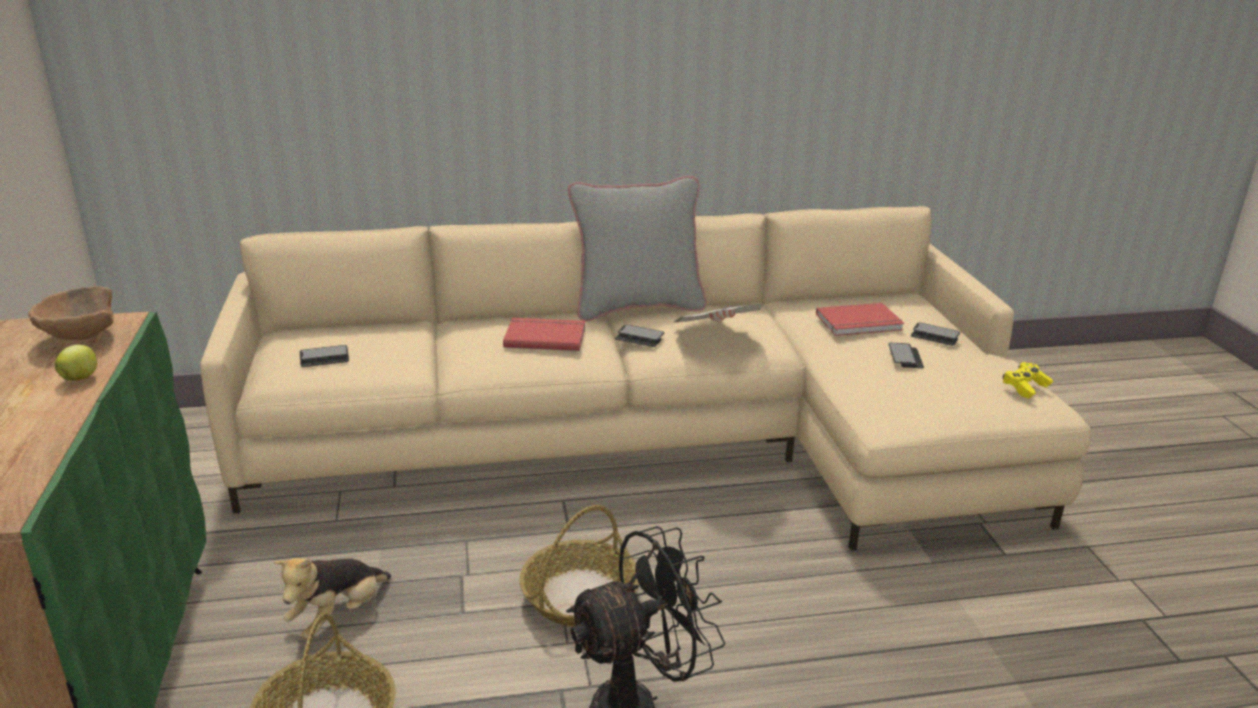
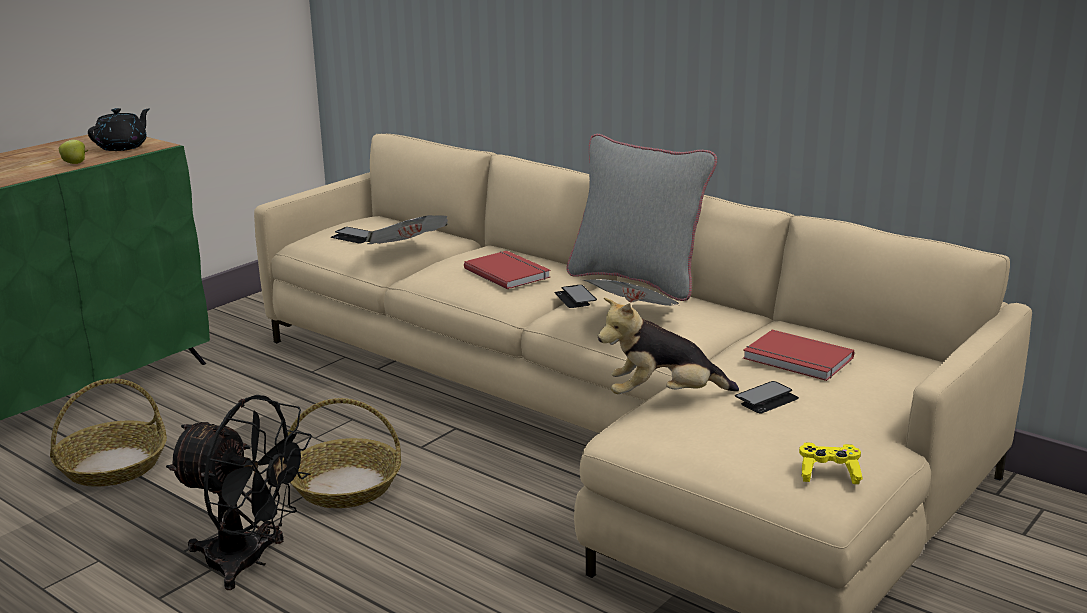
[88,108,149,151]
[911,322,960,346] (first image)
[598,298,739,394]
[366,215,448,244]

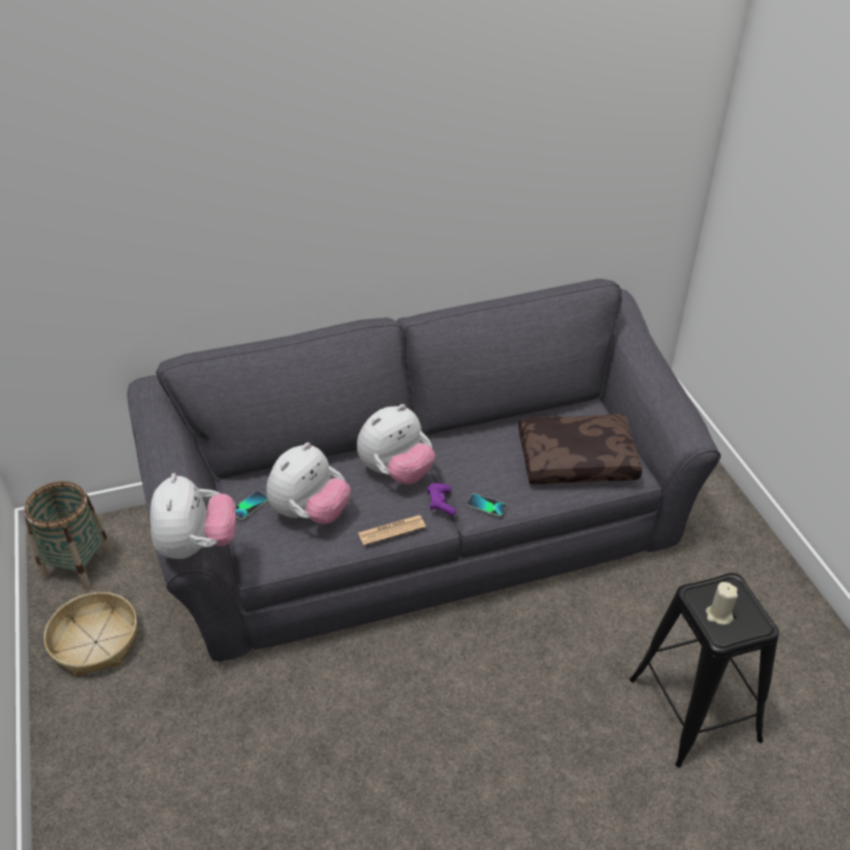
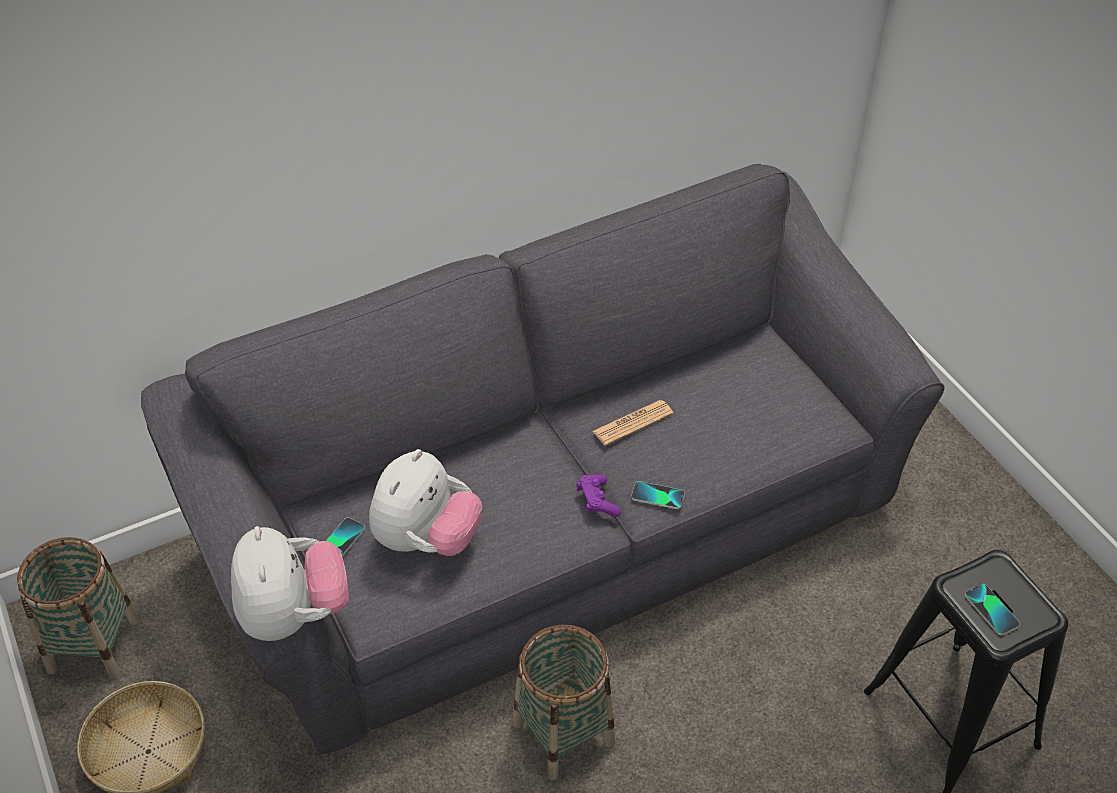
[357,404,435,484] (first image)
[518,414,642,485] (first image)
[593,400,673,446]
[965,584,1020,635]
[513,625,615,780]

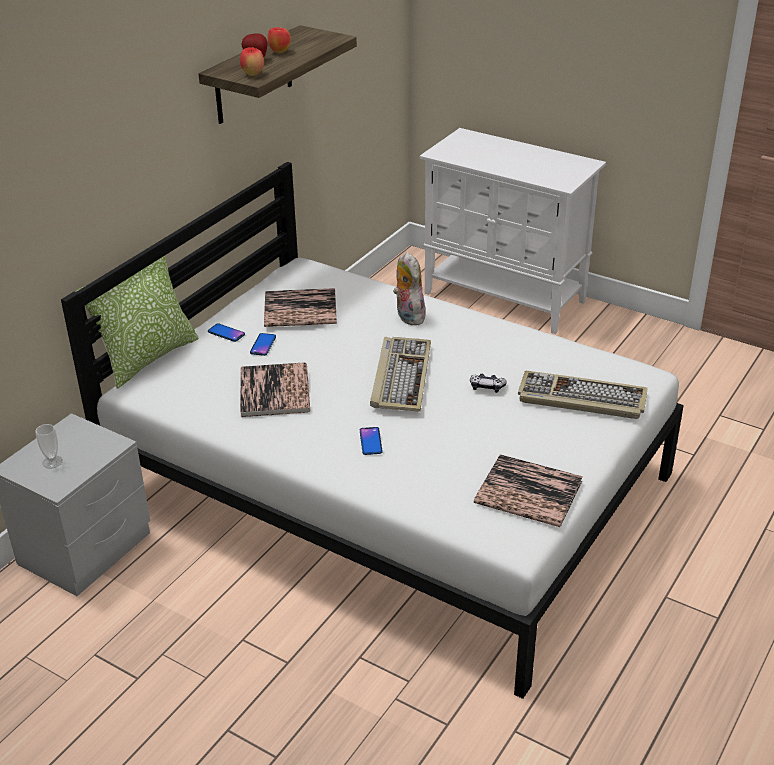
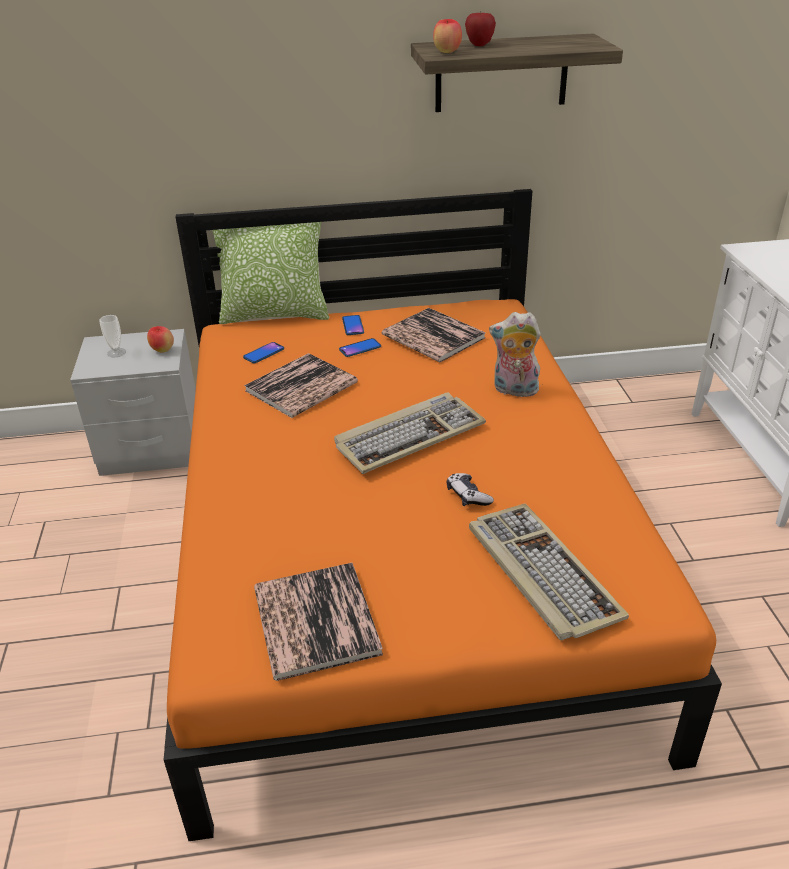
[147,326,174,353]
[164,189,722,841]
[489,312,541,397]
[243,342,284,363]

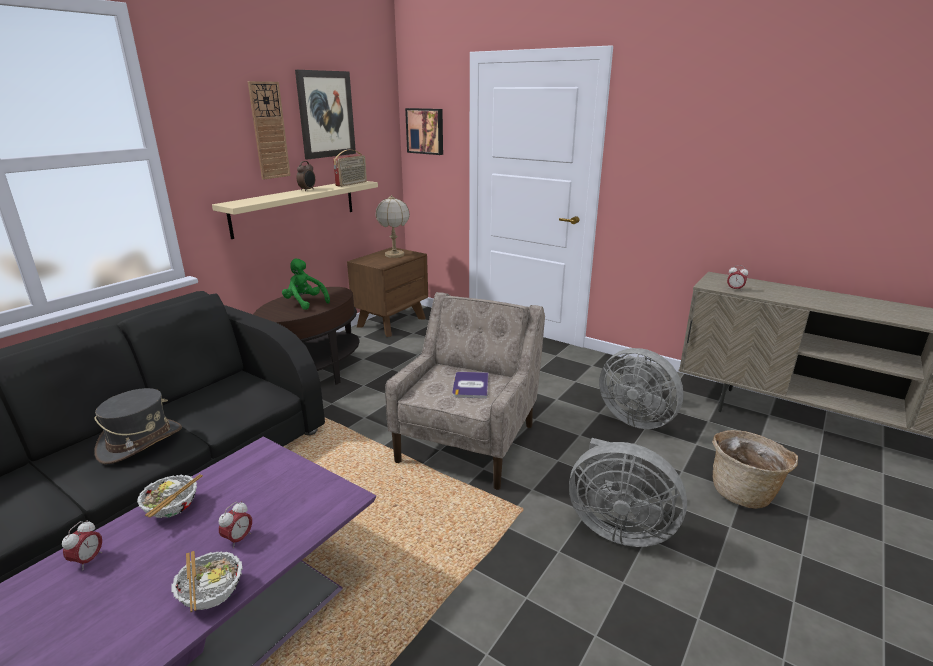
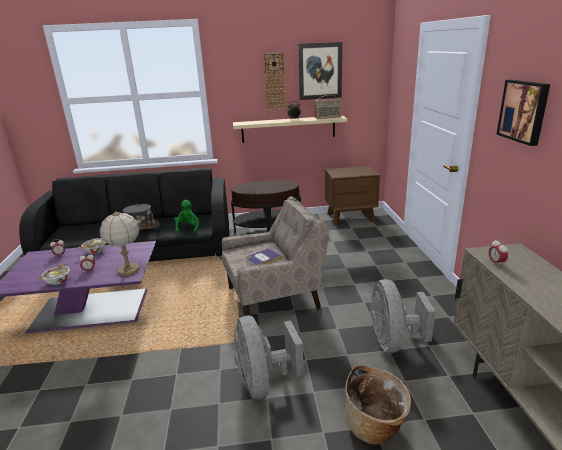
[497,79,550,146]
[100,211,139,276]
[174,200,199,234]

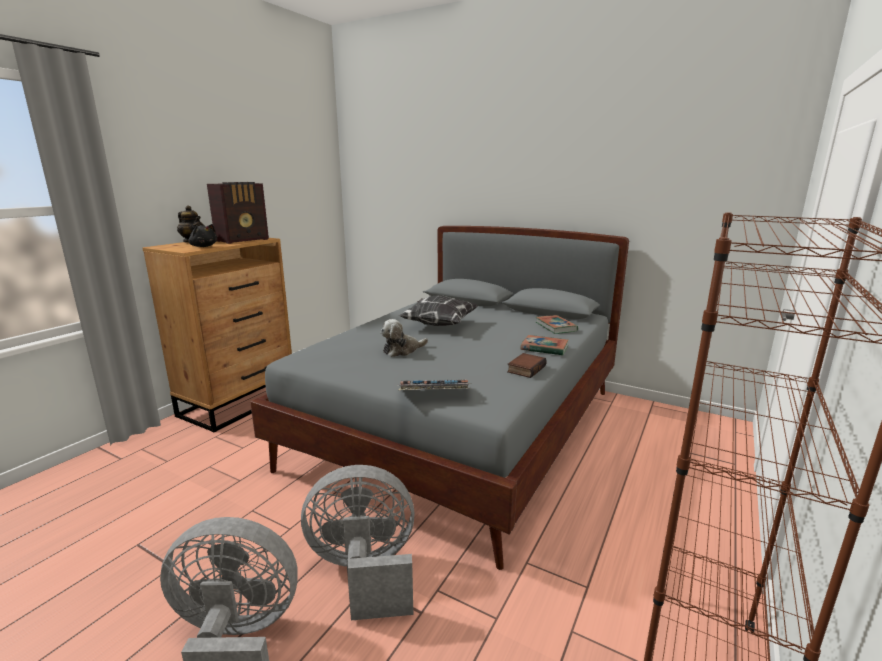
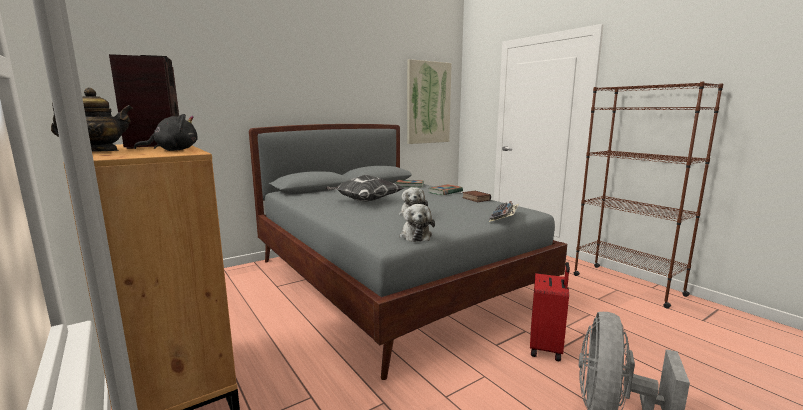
[530,262,570,361]
[407,59,452,144]
[400,204,435,242]

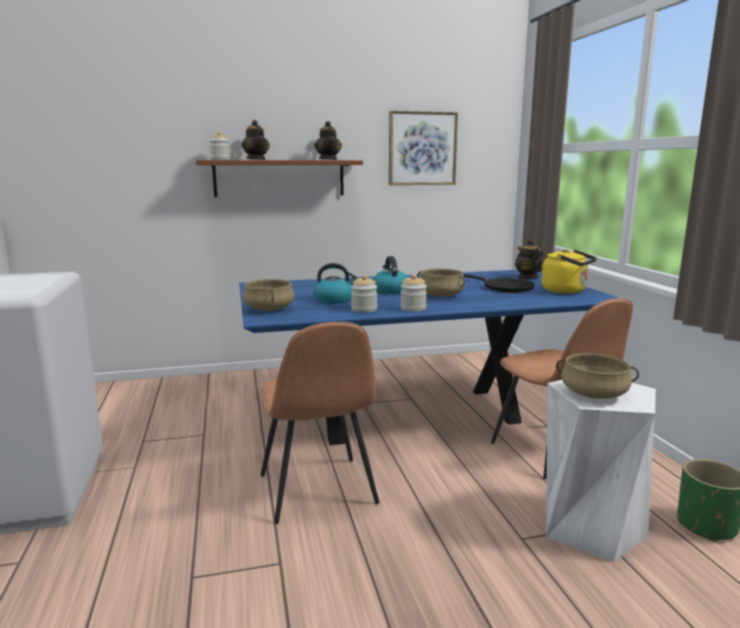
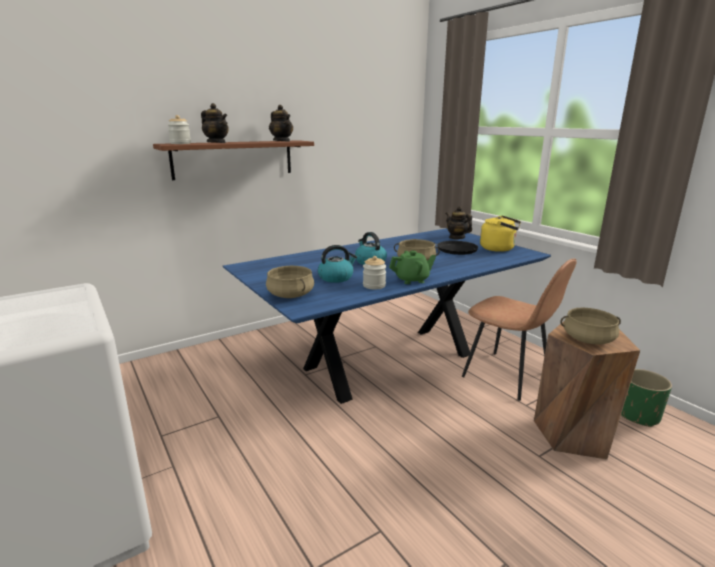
[389,111,458,185] (first image)
[389,251,436,284]
[261,322,379,524] (first image)
[534,321,640,460]

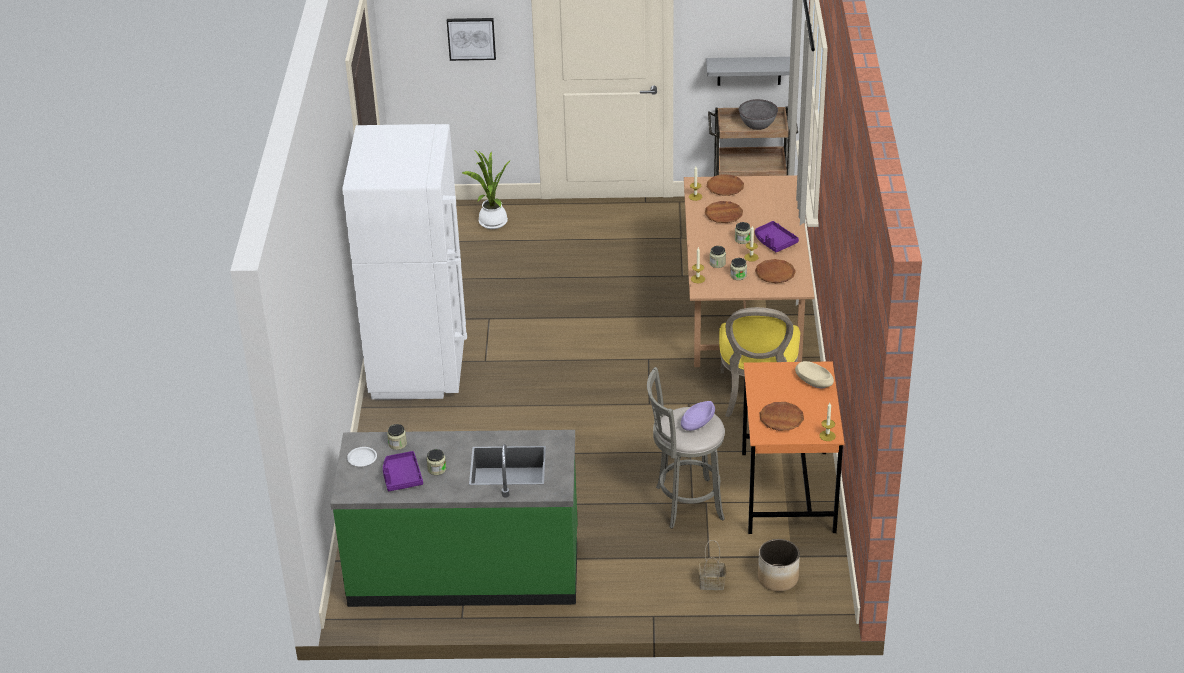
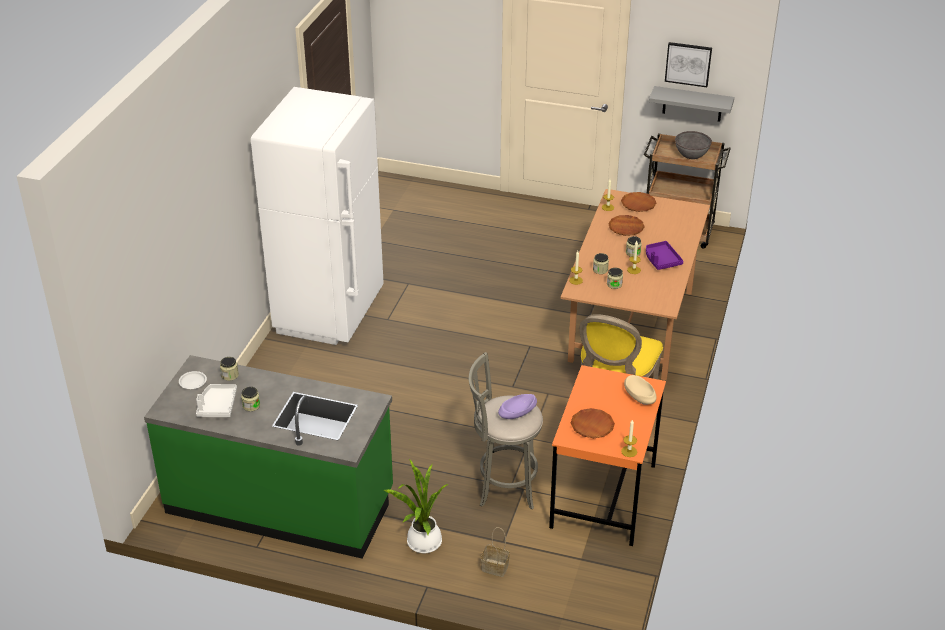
[665,42,712,87]
[384,459,448,553]
[755,259,796,283] (first image)
[196,384,237,417]
[758,539,800,591] (first image)

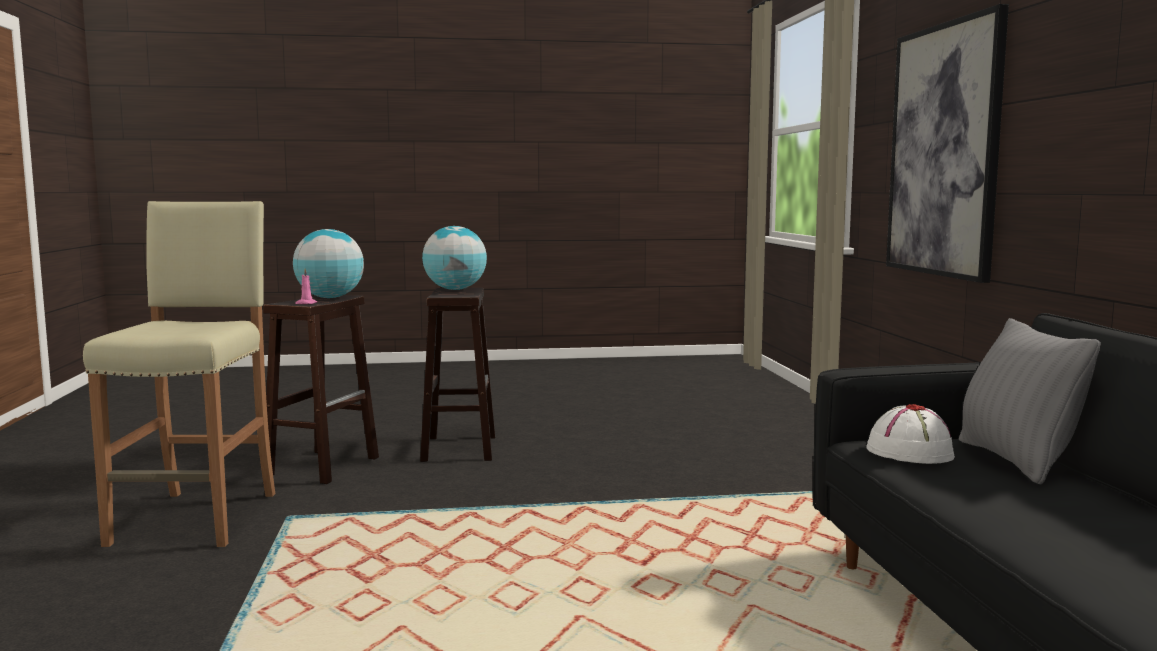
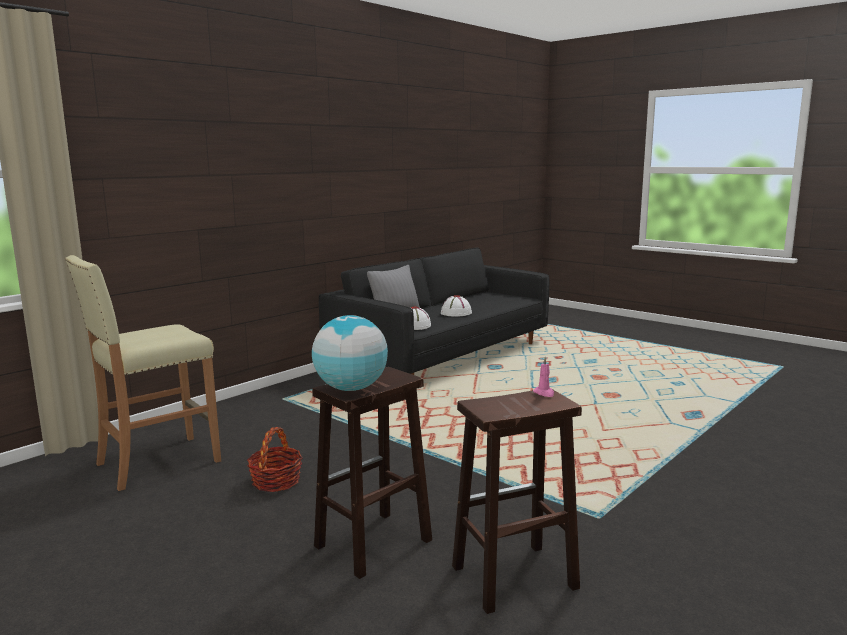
[886,4,1009,283] (first image)
[65,255,221,491]
[293,229,364,298] (first image)
[441,295,472,317]
[247,427,303,492]

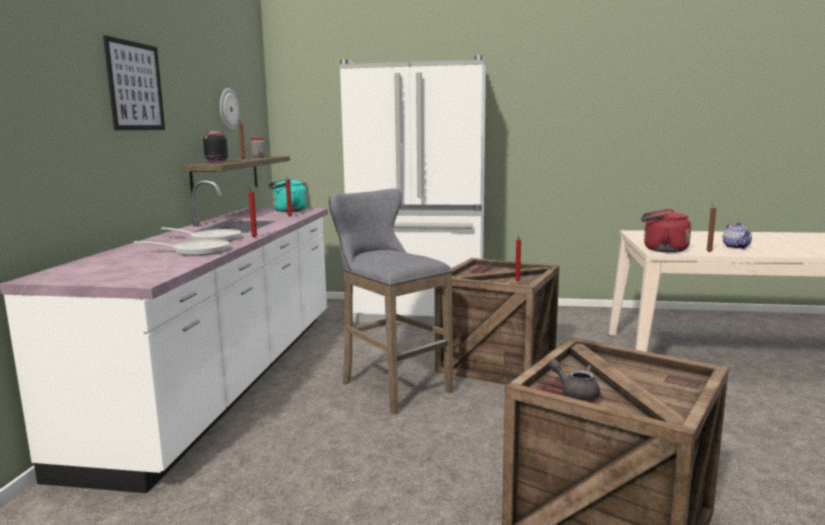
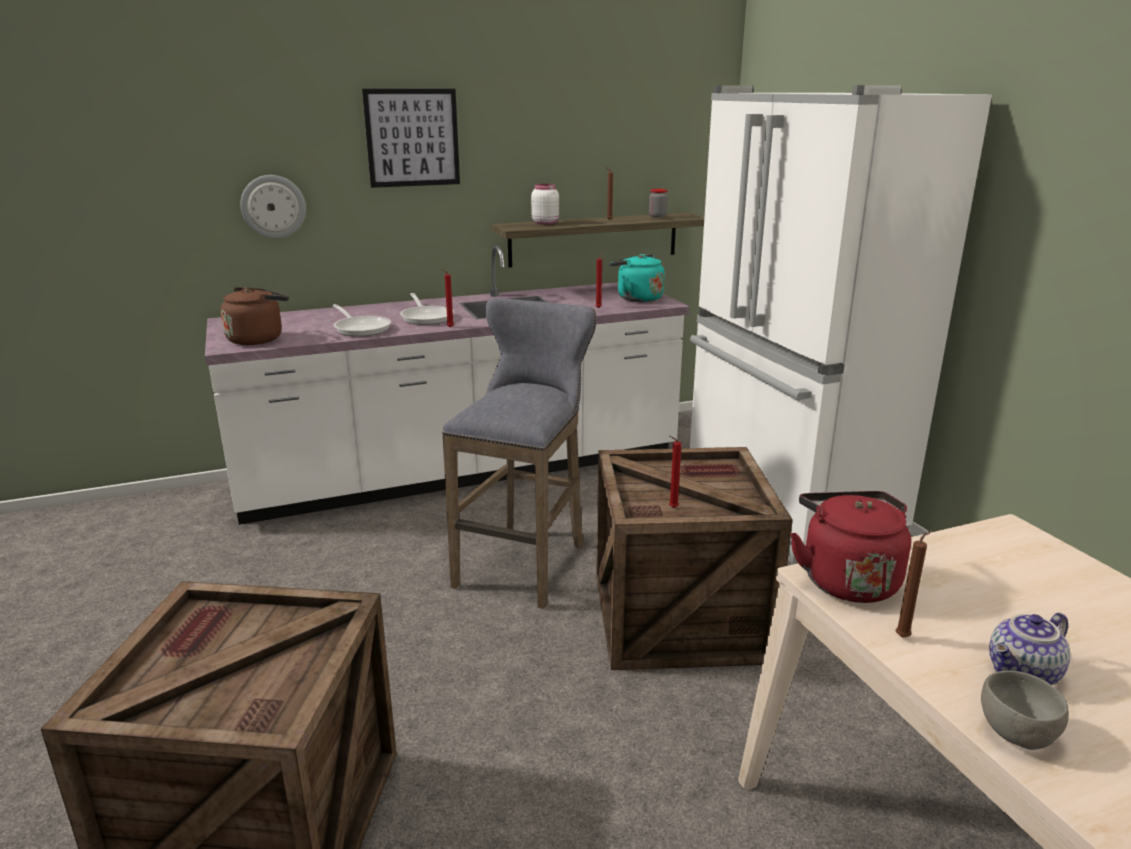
[240,175,306,238]
[531,184,559,225]
[548,359,600,400] (first image)
[220,287,289,345]
[981,670,1069,750]

